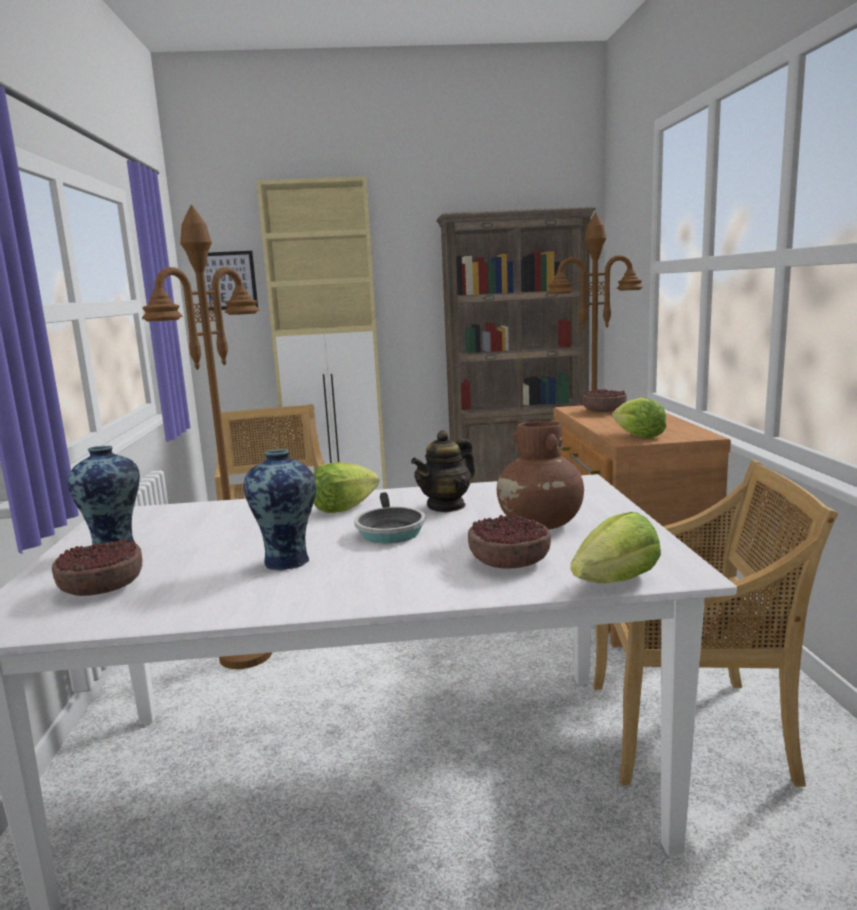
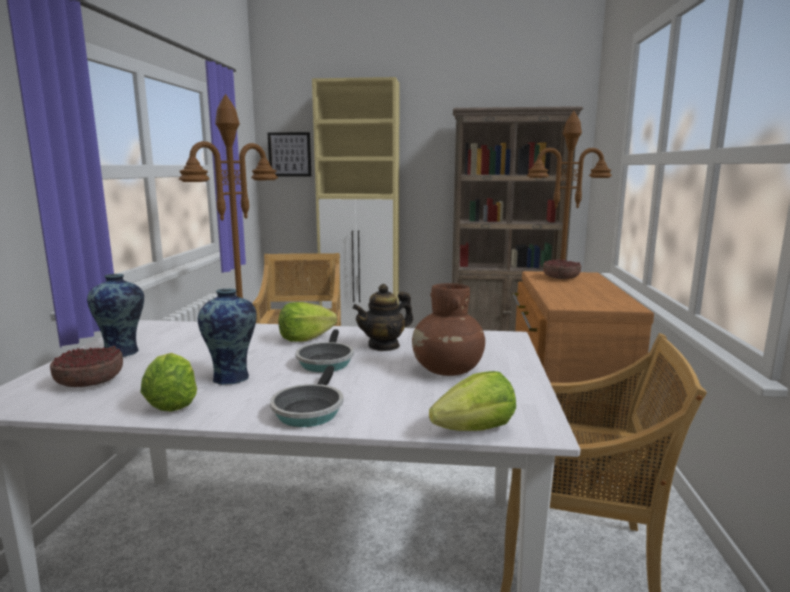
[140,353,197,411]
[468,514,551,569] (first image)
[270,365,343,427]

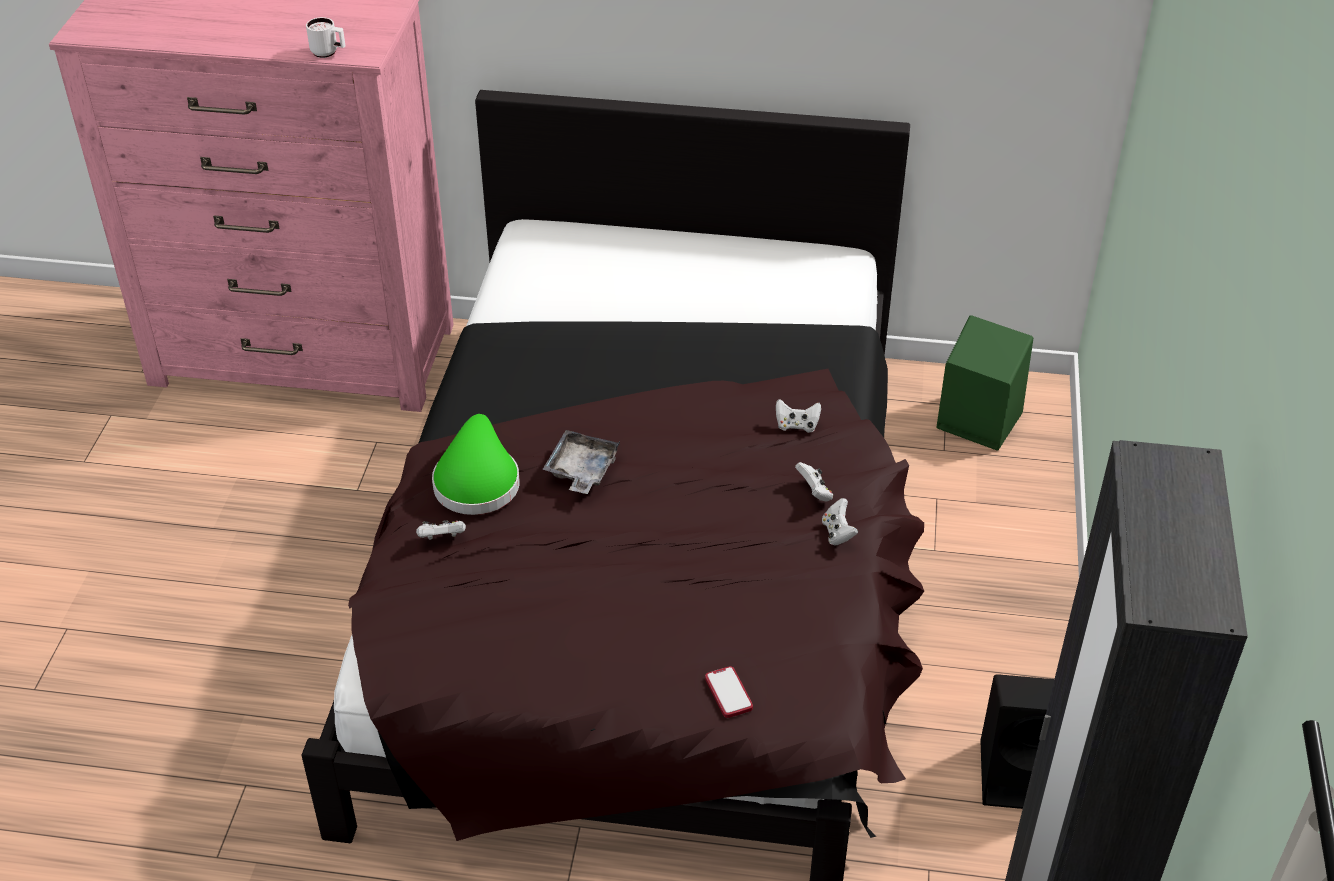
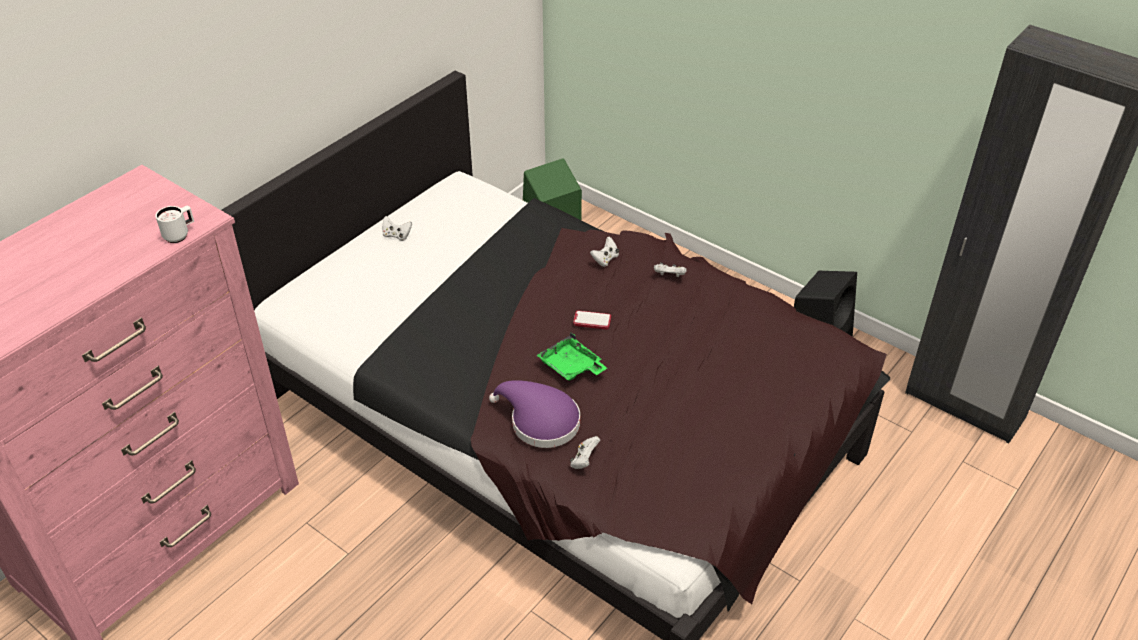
[489,380,580,448]
[537,332,607,381]
[382,216,412,241]
[573,311,611,329]

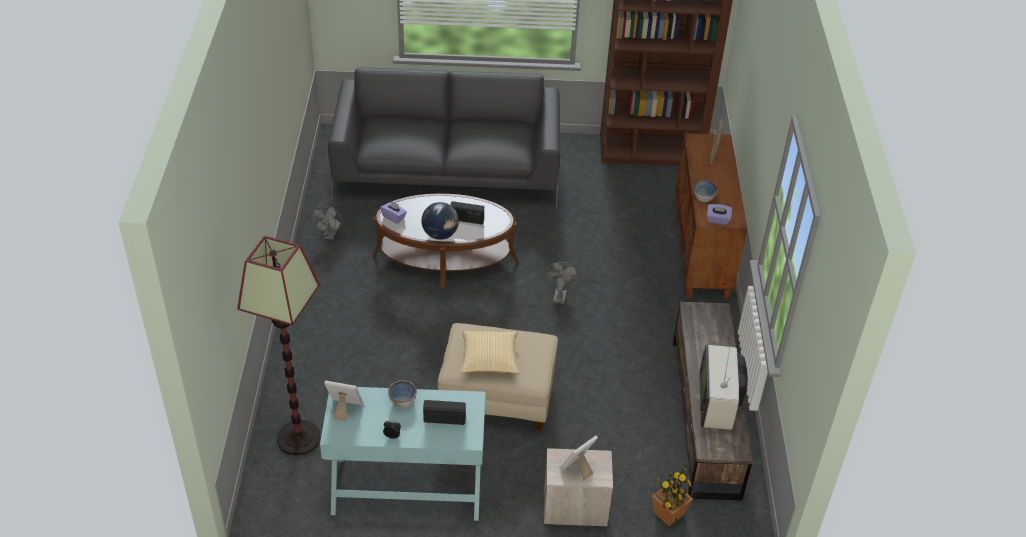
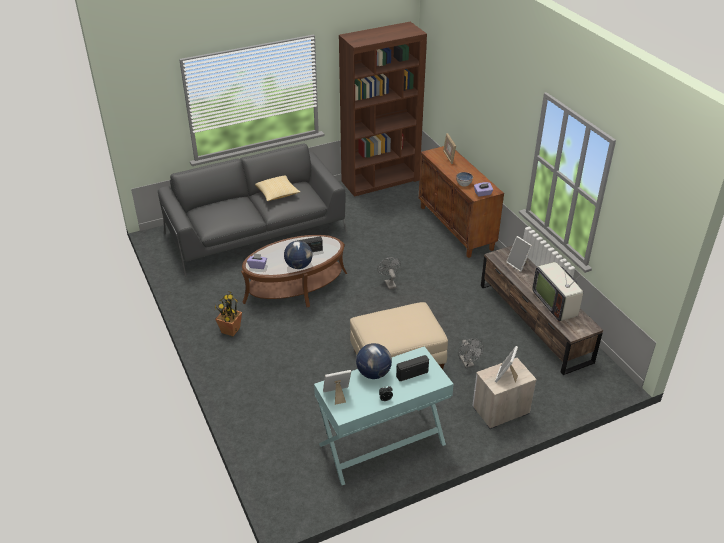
[458,339,484,368]
[237,236,321,455] (first image)
[255,176,300,201]
[356,343,392,379]
[215,290,242,336]
[506,236,532,272]

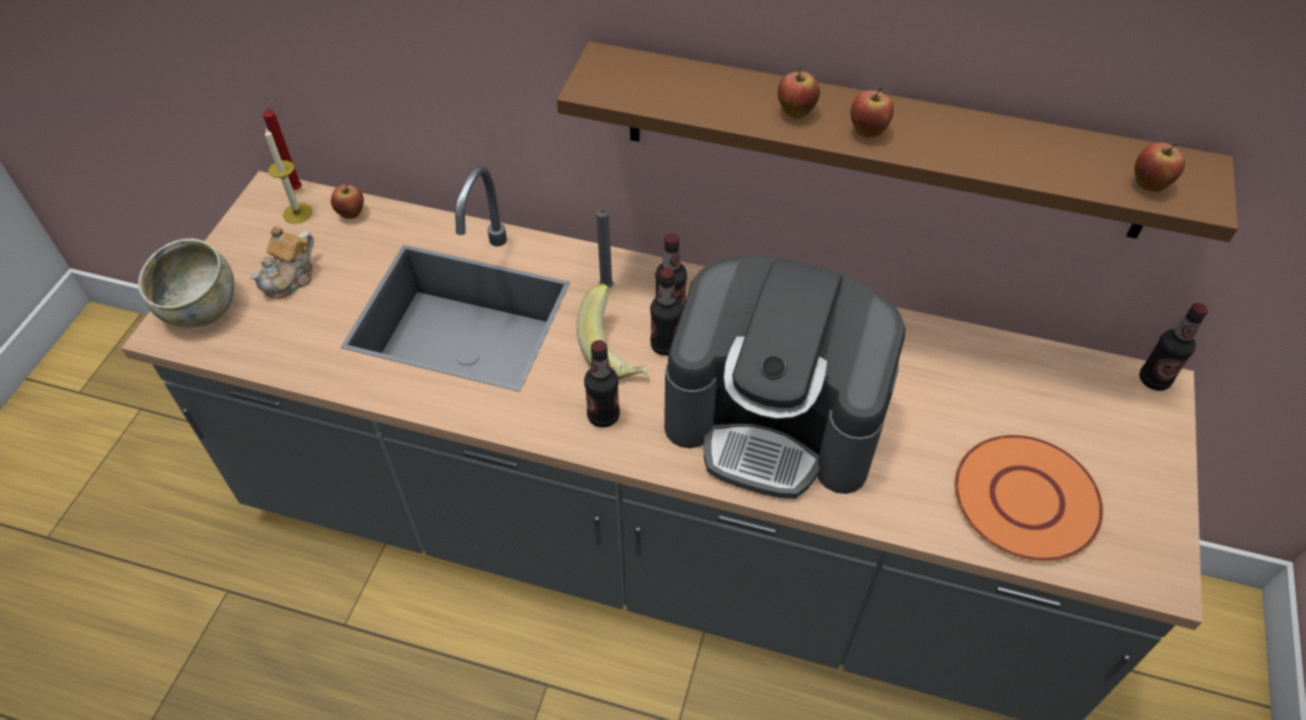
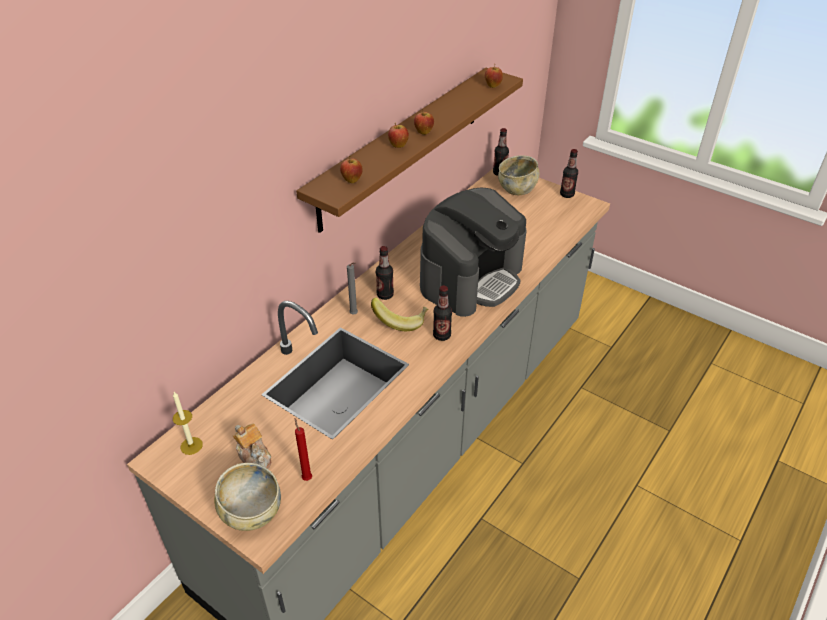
[295,419,312,481]
[340,156,363,183]
[560,149,578,198]
[954,435,1103,562] (first image)
[498,155,539,195]

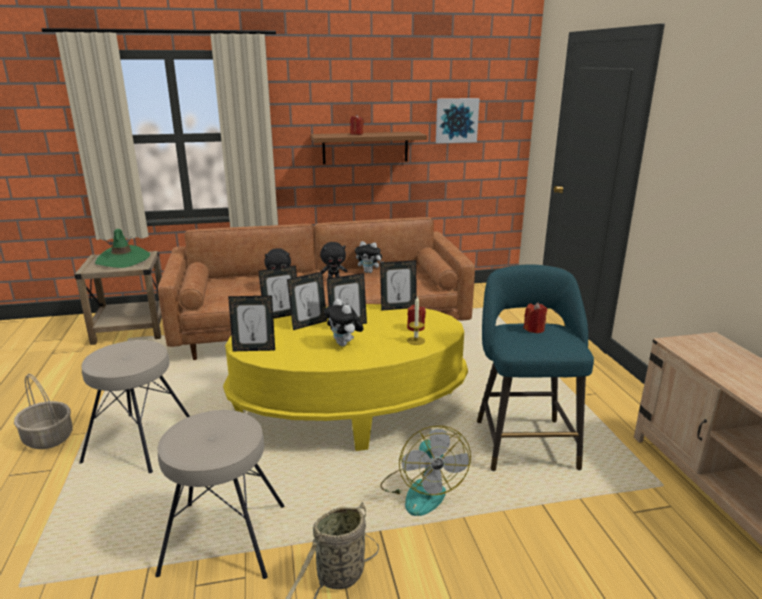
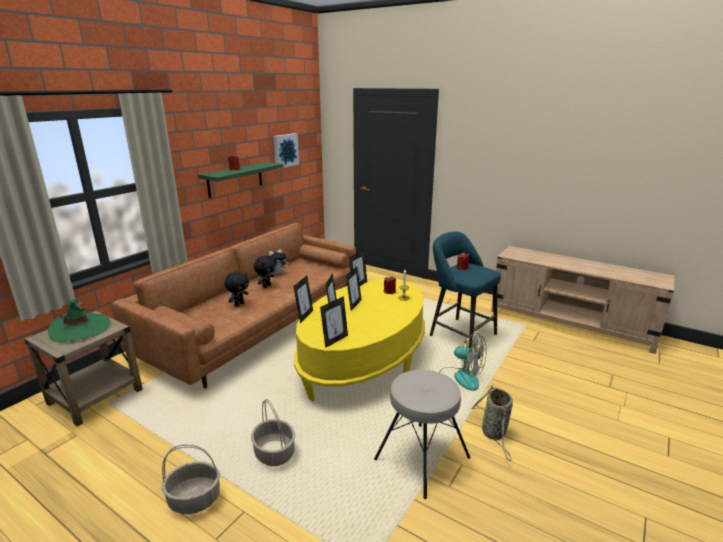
[198,162,284,198]
[324,299,364,346] (first image)
[251,399,295,466]

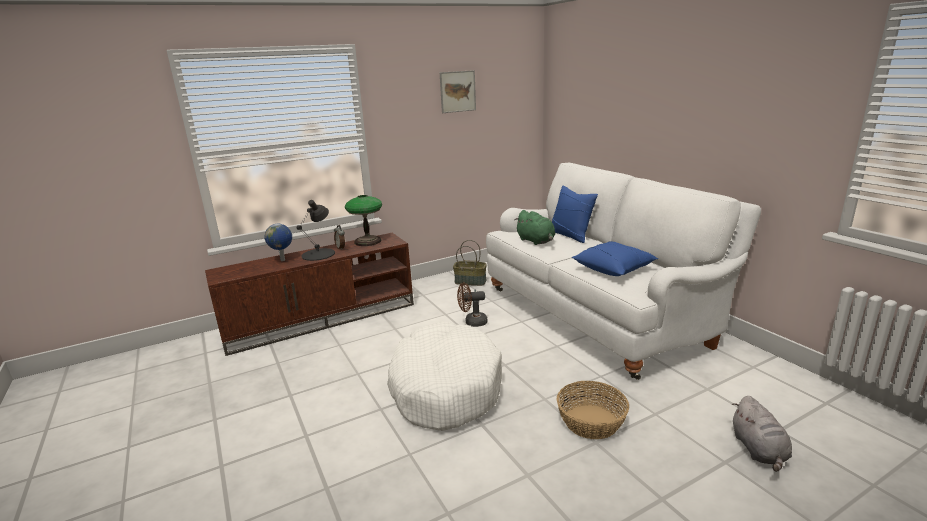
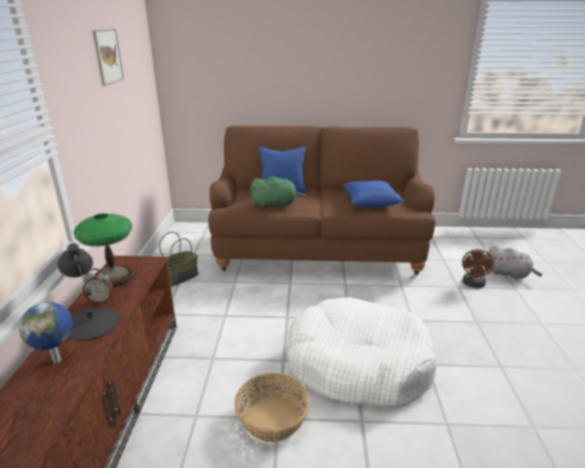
[208,125,436,275]
[462,249,494,288]
[235,373,310,442]

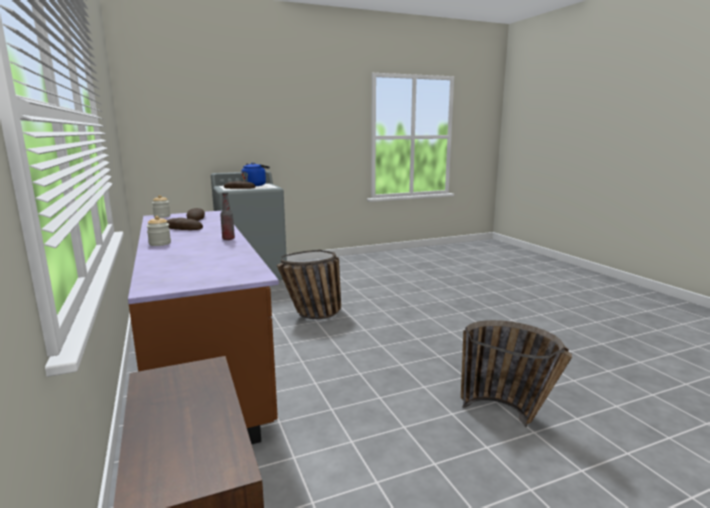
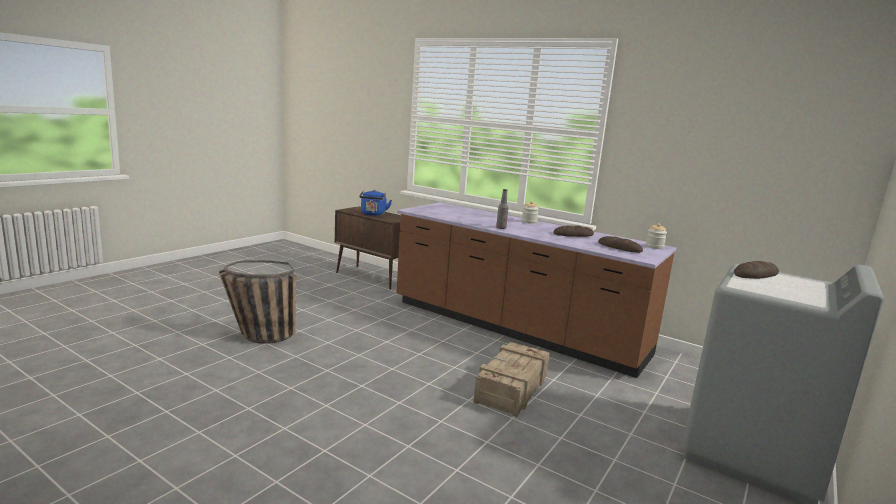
[359,190,392,216]
[473,342,550,417]

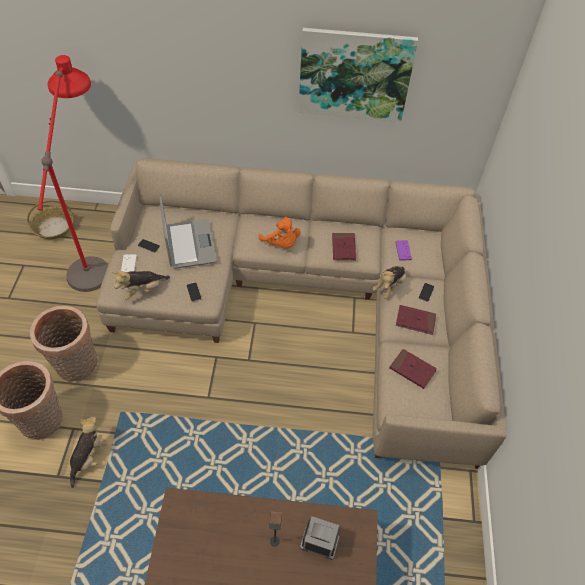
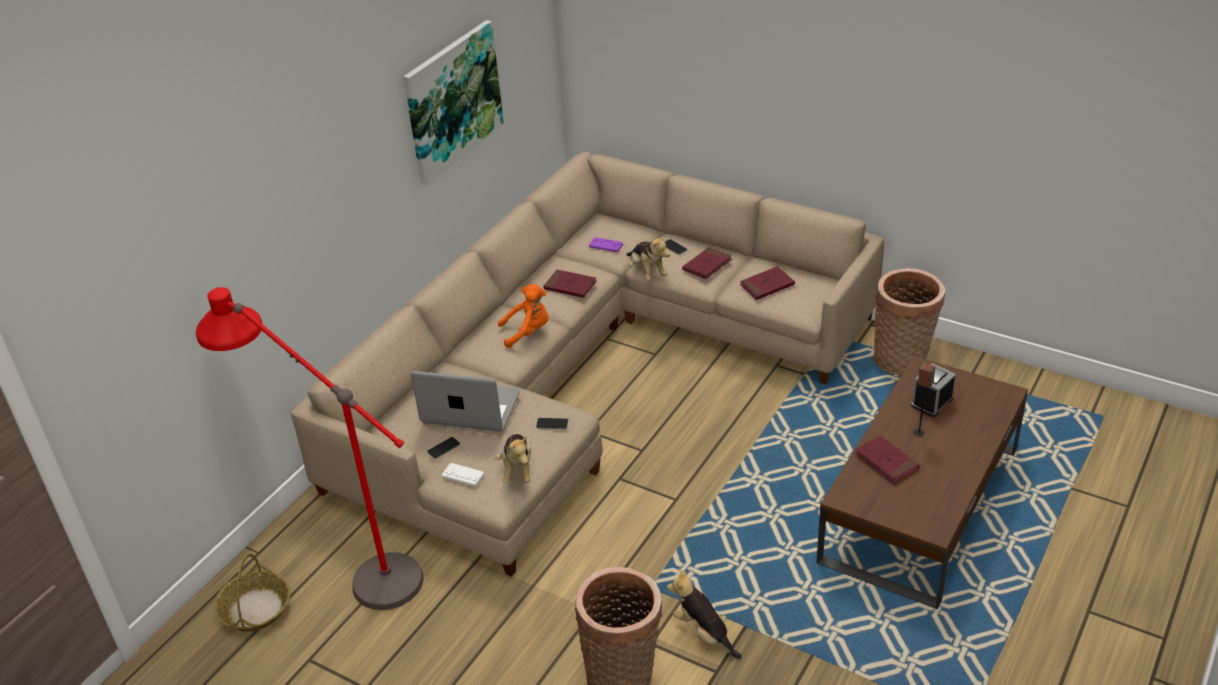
[873,268,945,375]
[855,435,920,484]

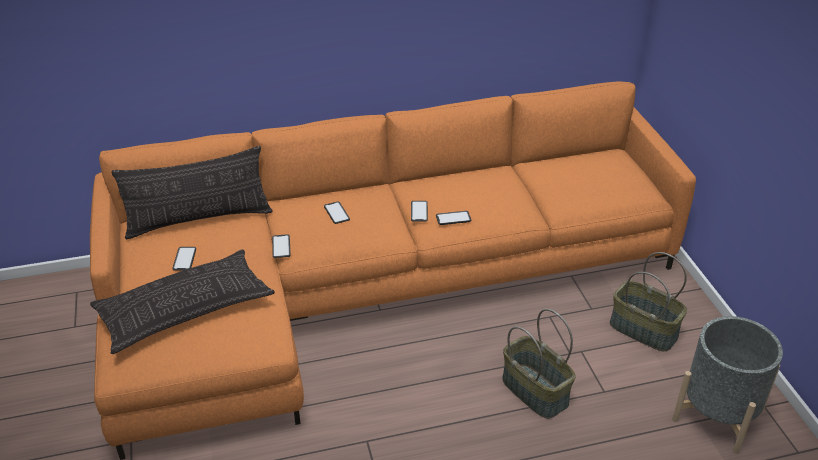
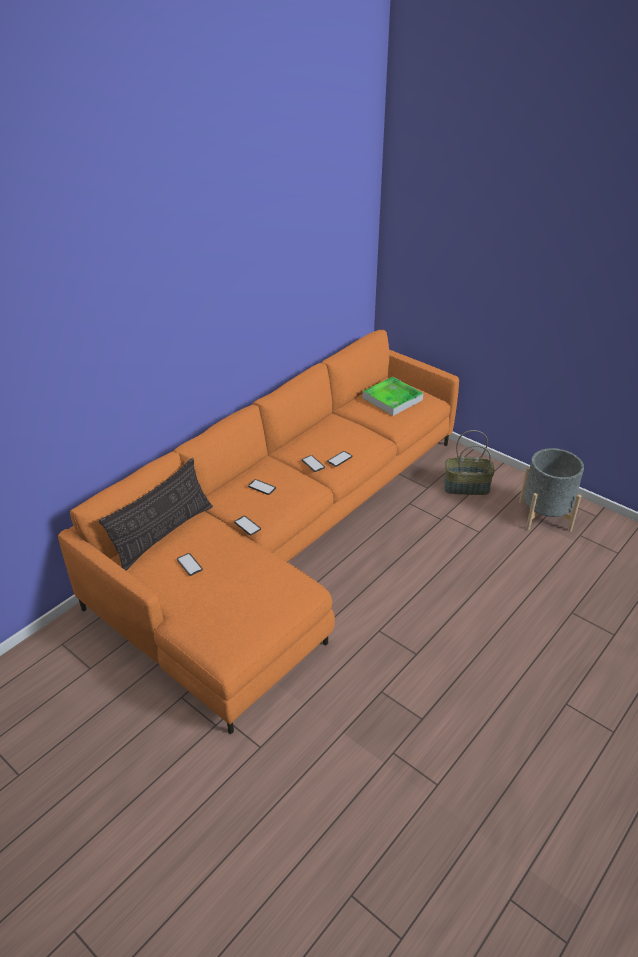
[90,249,275,354] (first image)
[502,309,576,419] (first image)
[363,377,423,416]

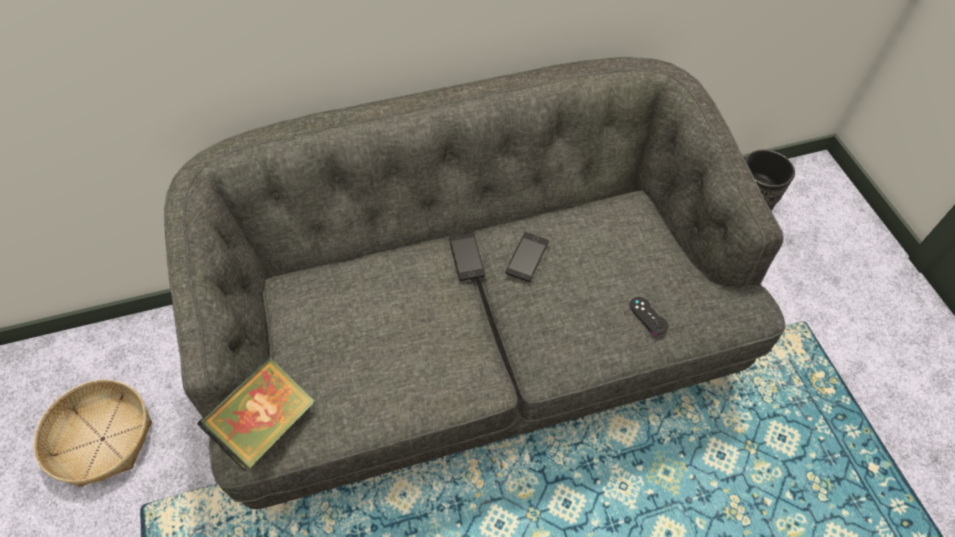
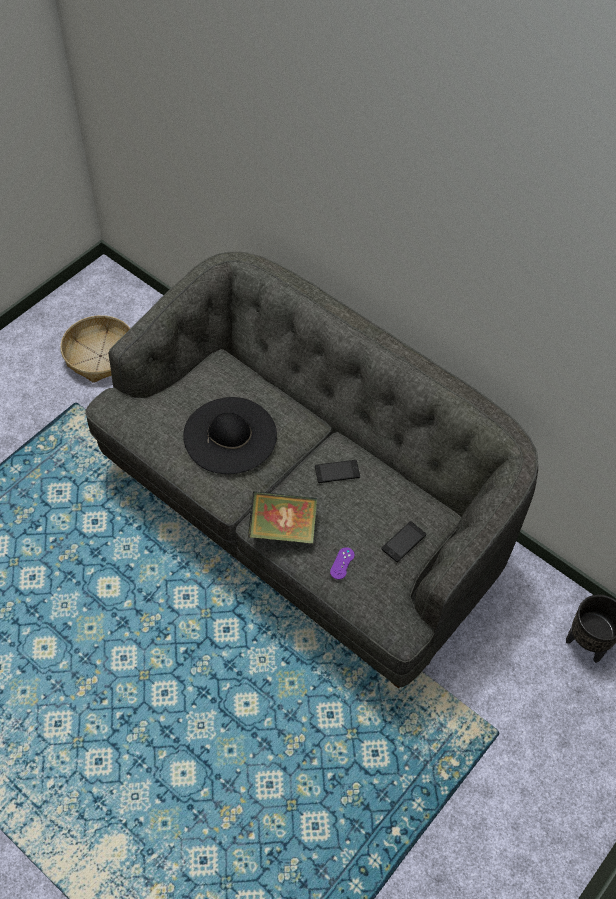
[381,521,426,562]
[330,547,355,579]
[248,491,317,544]
[183,397,277,474]

